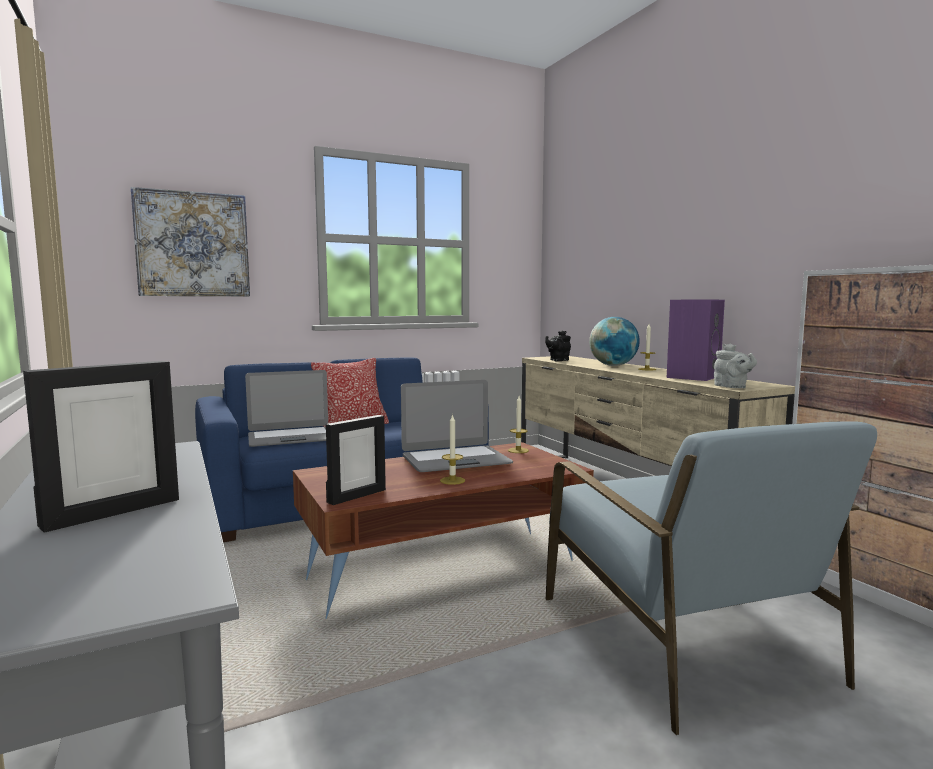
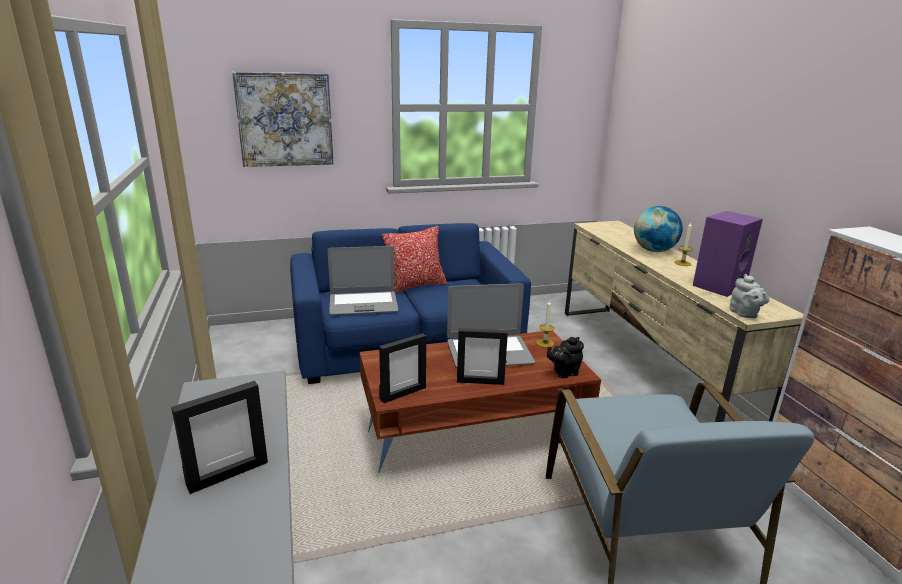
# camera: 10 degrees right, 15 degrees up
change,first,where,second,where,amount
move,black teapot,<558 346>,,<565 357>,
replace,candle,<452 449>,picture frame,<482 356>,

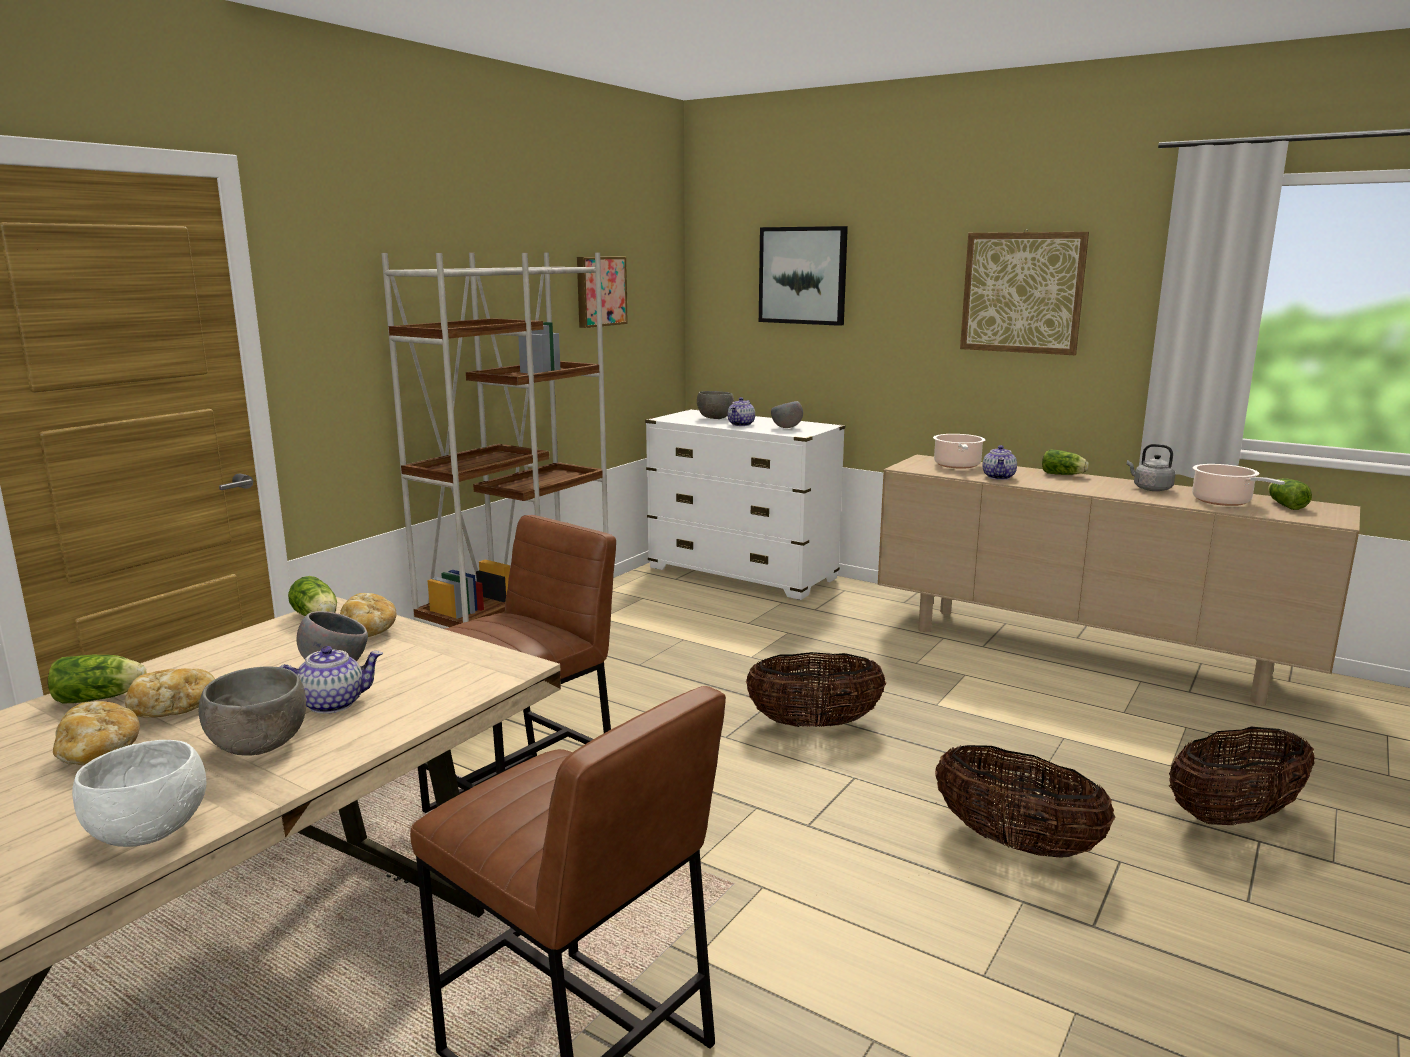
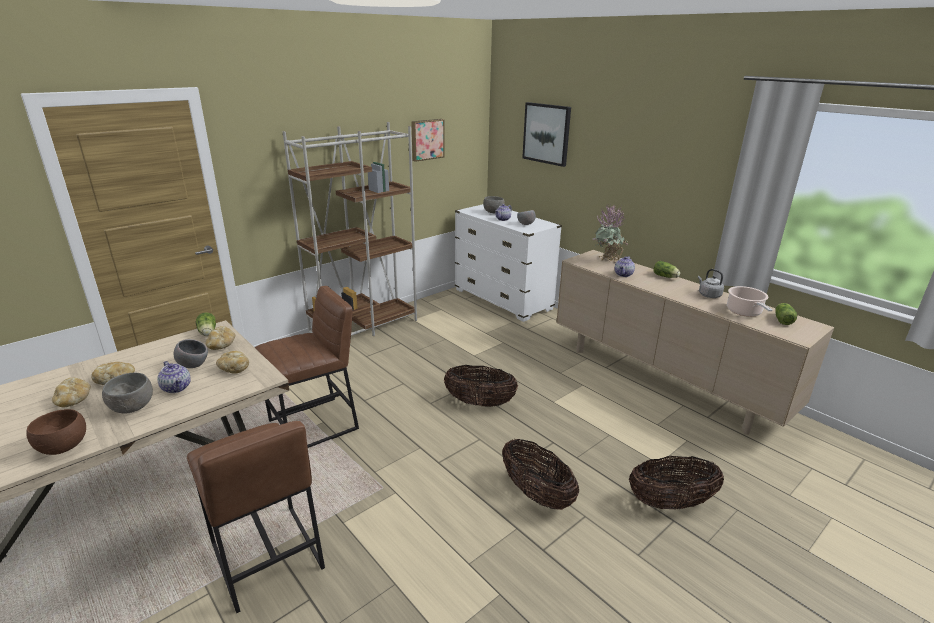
# camera: 15 degrees right, 10 degrees up
change,first,where,second,where,amount
delete,picture,<1024 292>,,,
replace,cooking pot,<959 451>,potted plant,<610 233>,
rotate,teapot,<331 680>,,<174 377>,60 degrees clockwise
delete,lettuce,<97 679>,,,
recolor,white bowl,<139 793>,brown bowl,<56 432>,
insert,,,bread,<232 362>,

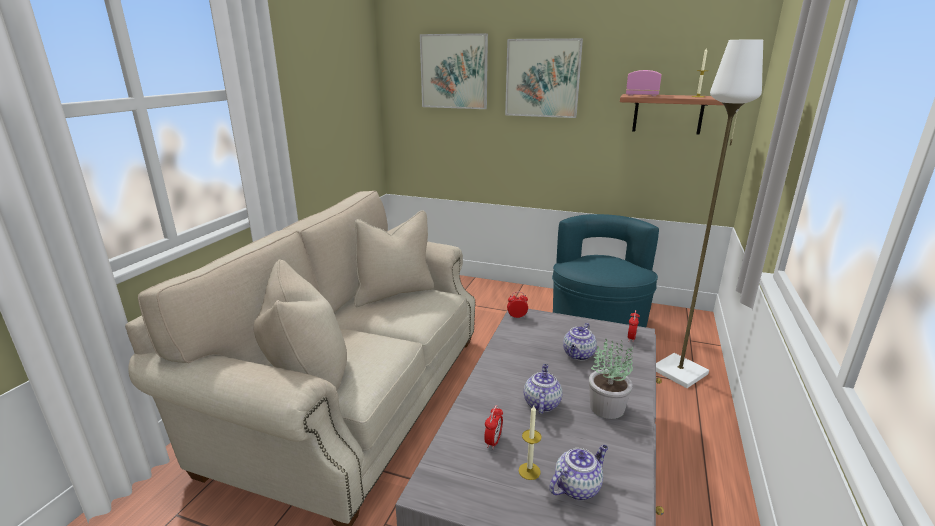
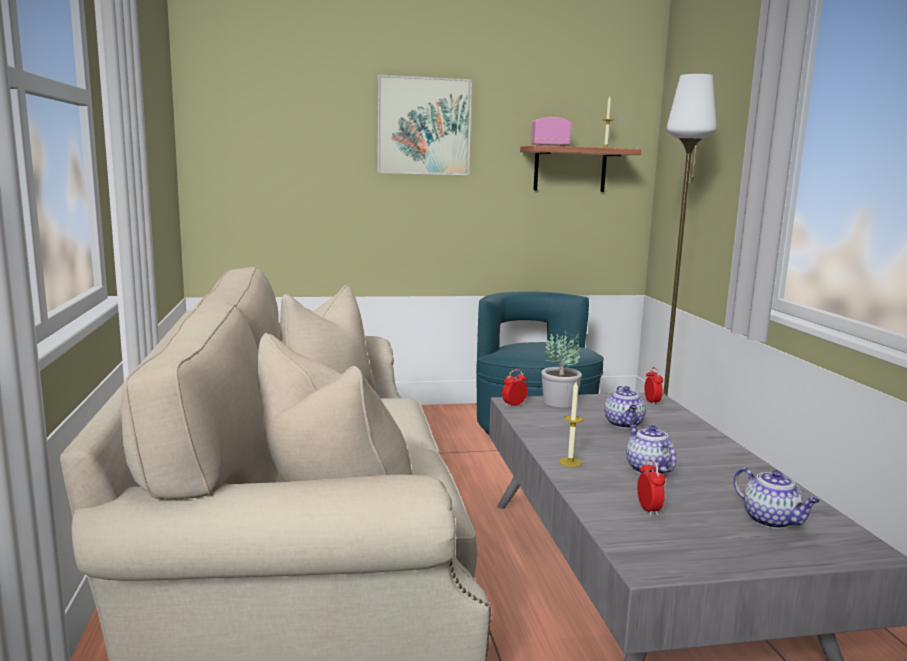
# camera: 30 degrees left, 10 degrees down
change,first,where,second,where,amount
delete,picture,<454 71>,,,
move,potted plant,<611 378>,,<561 369>,
move,candle,<530 442>,,<571 424>,
rotate,teapot,<578 472>,,<776 498>,120 degrees clockwise

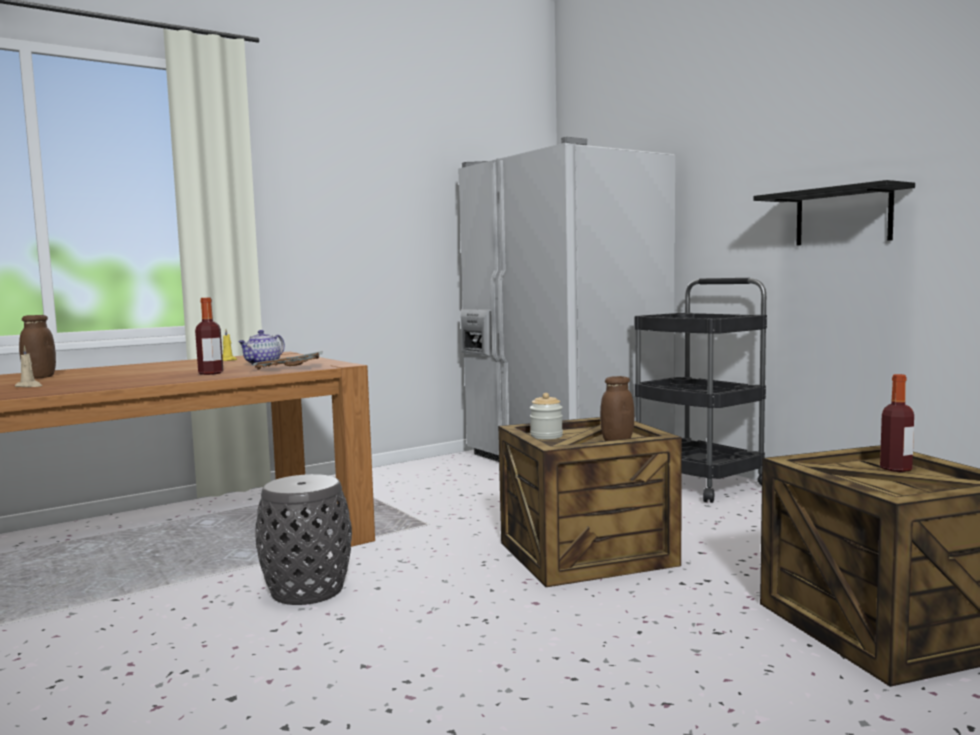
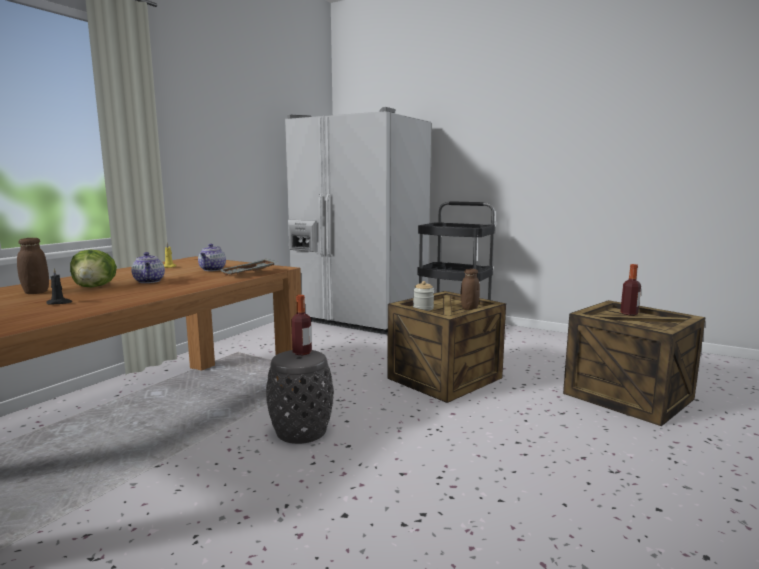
# camera: 25 degrees left, 5 degrees up
change,first,where,second,where,amount
delete,black shelf,<834 213>,,,
move,bottle,<209 336>,,<301 325>,
recolor,beige candle,<28 366>,black candle,<59 286>,
insert,,,lettuce,<93 268>,
insert,,,teapot,<148 267>,

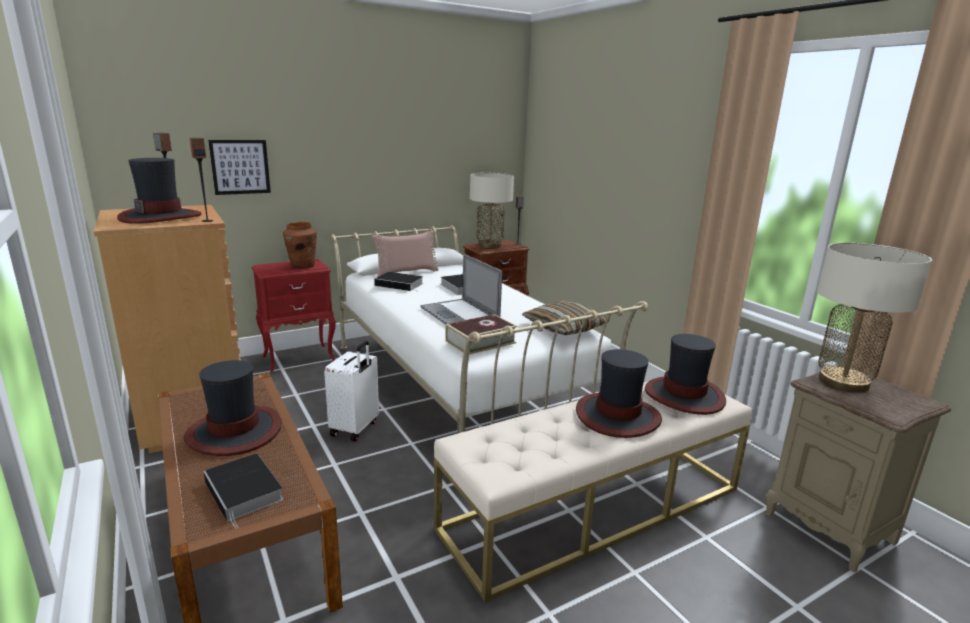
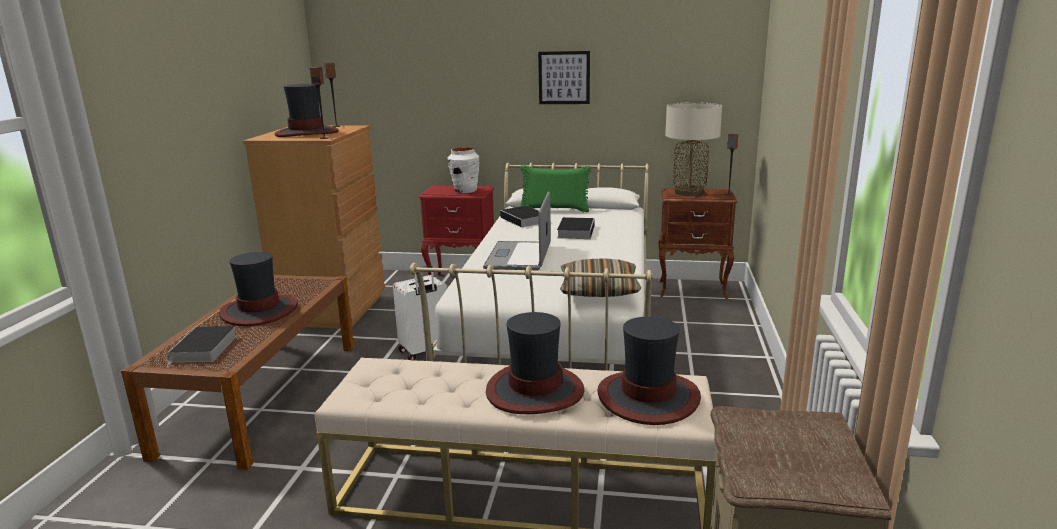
# camera: 40 degrees right, 0 degrees up
change,first,where,second,where,amount
move,picture,<239 167>,,<564 77>,
recolor,brown vase,<300 245>,white vase,<463 170>,
recolor,beige pillow,<405 253>,green pillow,<555 189>,
delete,table lamp,<874 318>,,,
delete,book,<481 334>,,,

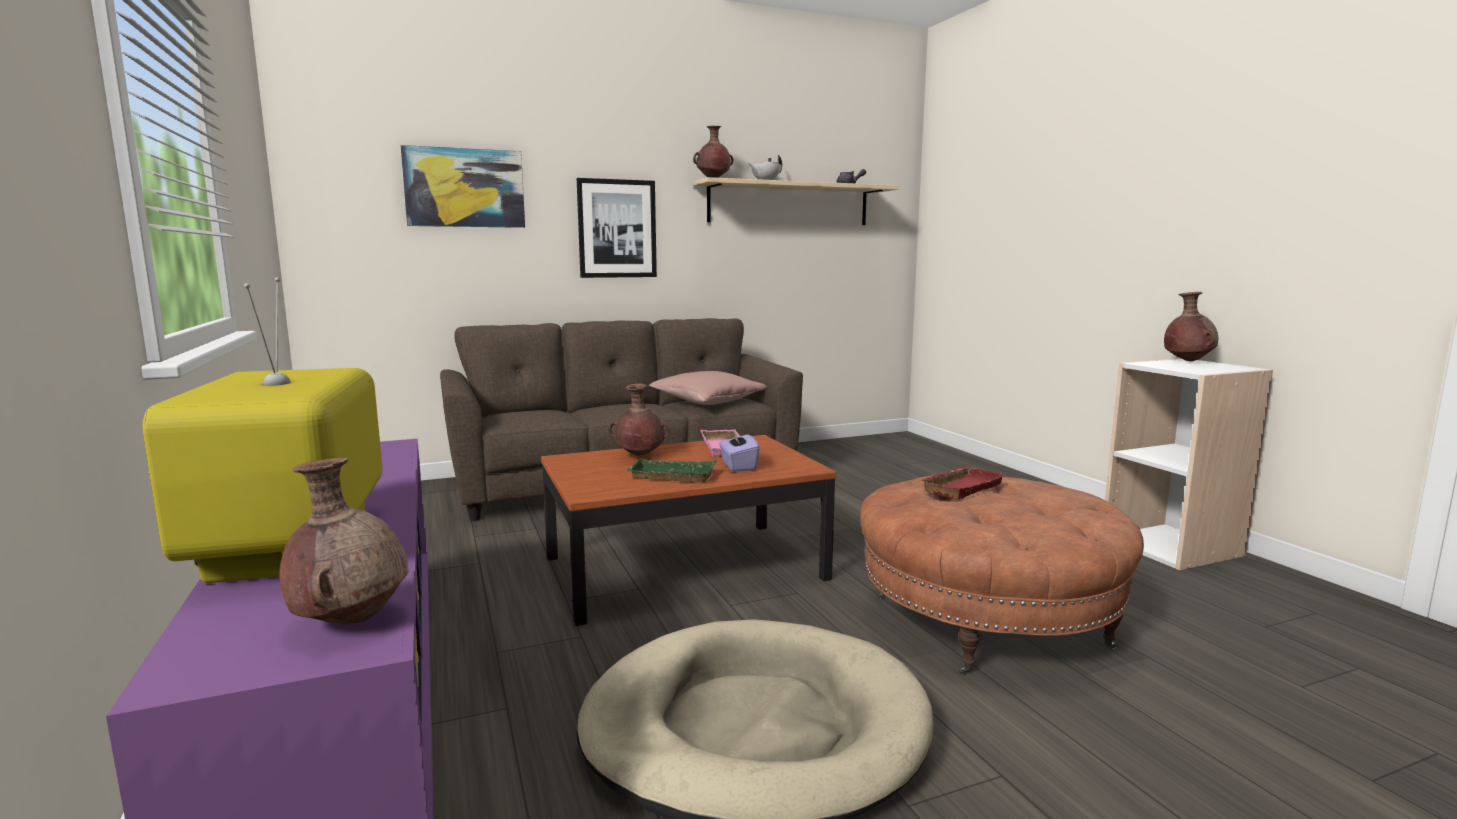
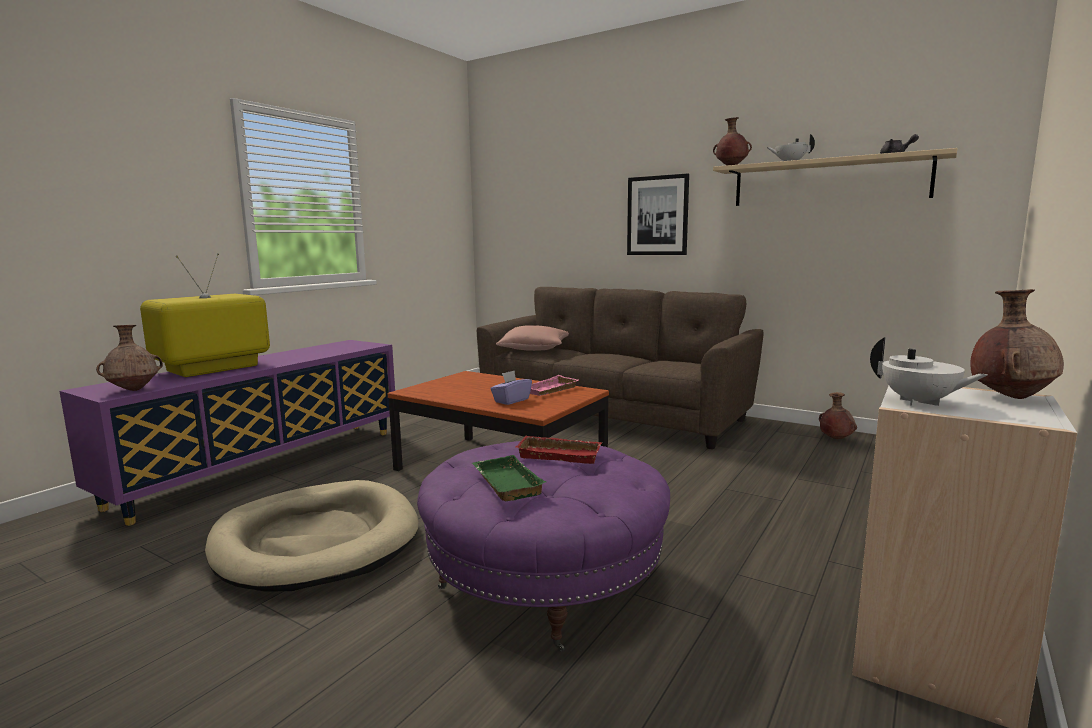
# camera: 55 degrees right, 0 degrees up
change,first,where,second,where,amount
delete,picture,<462 186>,,,
move,pink pillow,<708 388>,,<532 338>,
move,brown vase,<639 419>,,<838 415>,
move,green tray,<671 470>,,<509 478>,
recolor,brown ottoman,<1002 575>,purple ottoman,<543 546>,
insert,,,white teapot,<929 371>,

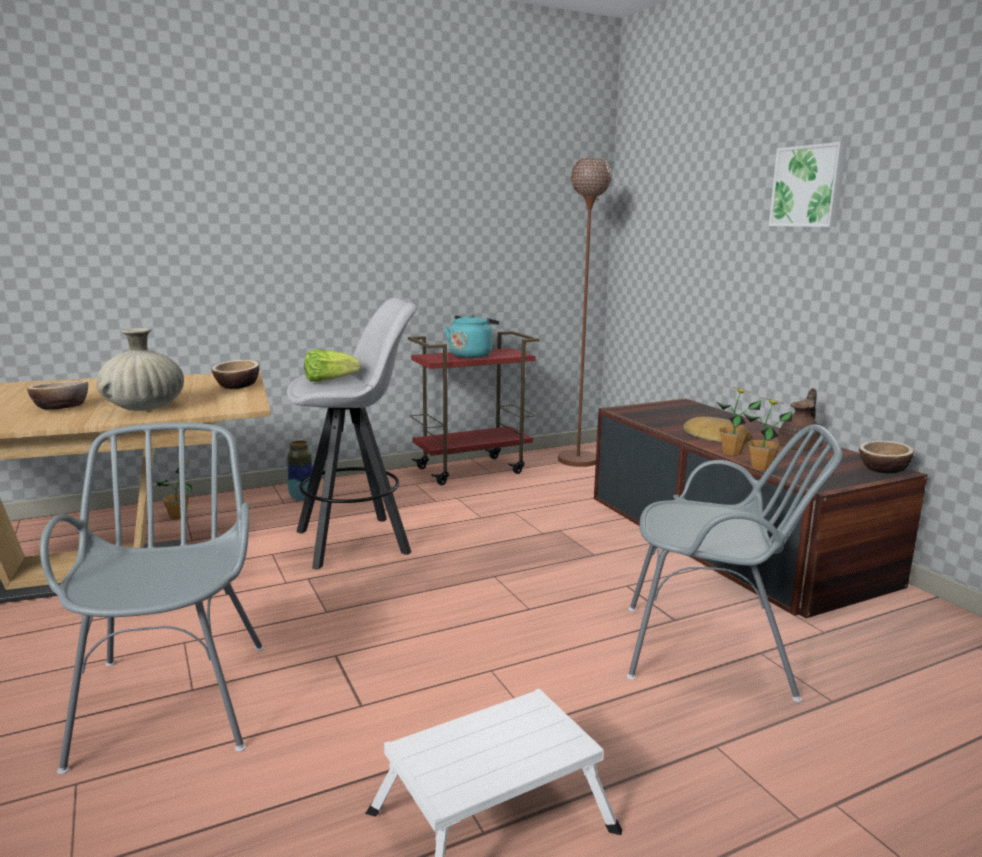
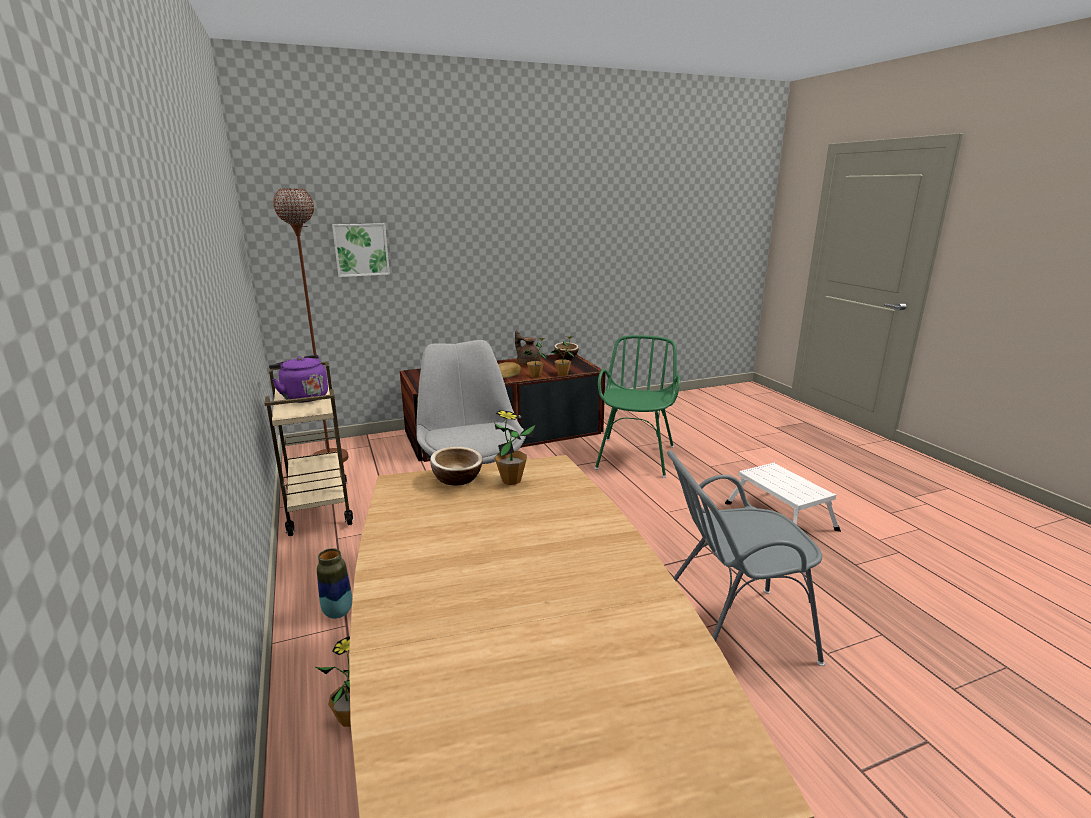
# camera: 85 degrees left, 5 degrees up
change,first,where,second,where,amount
move,picture,<808 184>,,<361 250>,
recolor,turquoise kettle,<471 336>,purple kettle,<298 379>,
delete,beige vase,<140 369>,,,
recolor,red cart,<474 408>,beige cart,<309 448>,
delete,lettuce,<332 365>,,,
delete,bowl,<57 395>,,,
recolor,grey chair,<735 563>,green chair,<637 406>,
insert,,,potted plant,<514 447>,

